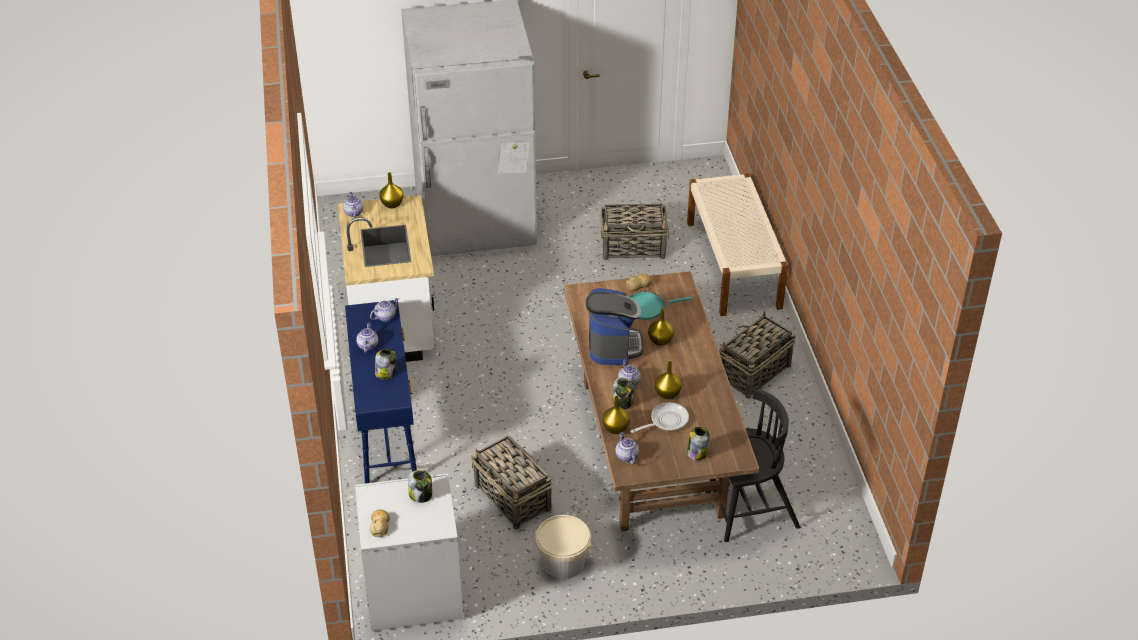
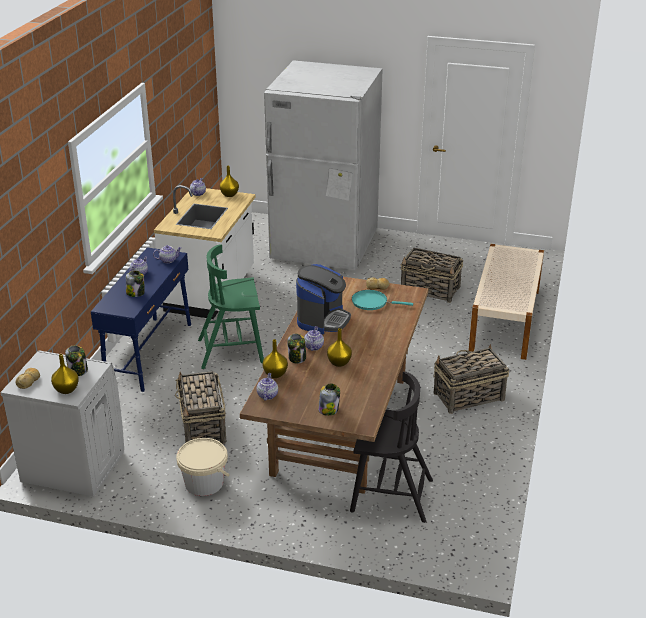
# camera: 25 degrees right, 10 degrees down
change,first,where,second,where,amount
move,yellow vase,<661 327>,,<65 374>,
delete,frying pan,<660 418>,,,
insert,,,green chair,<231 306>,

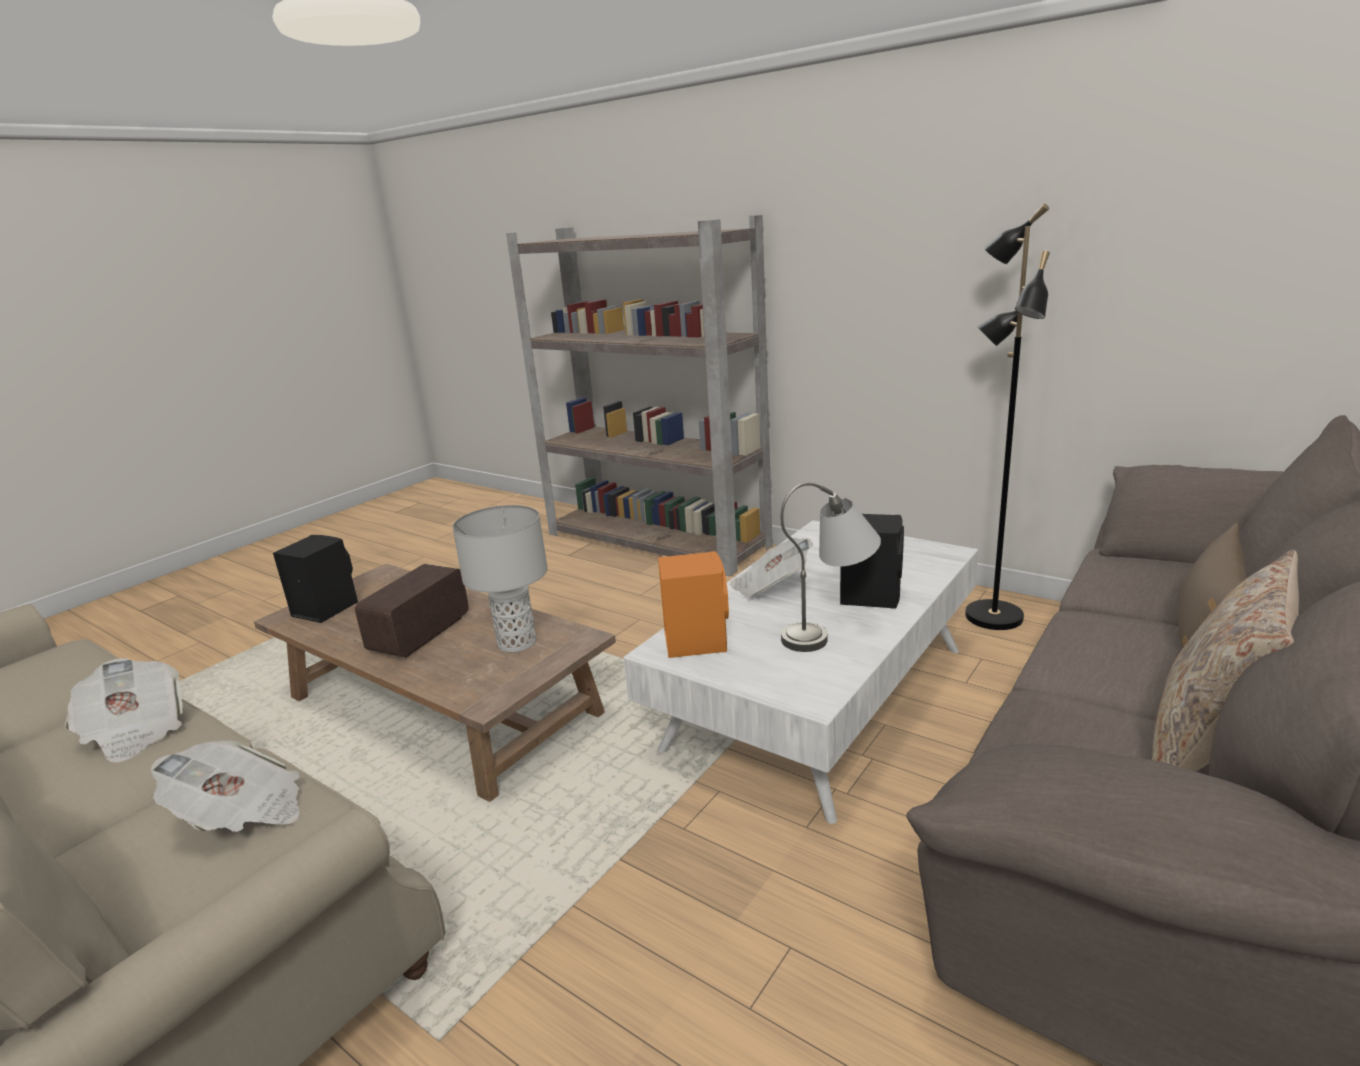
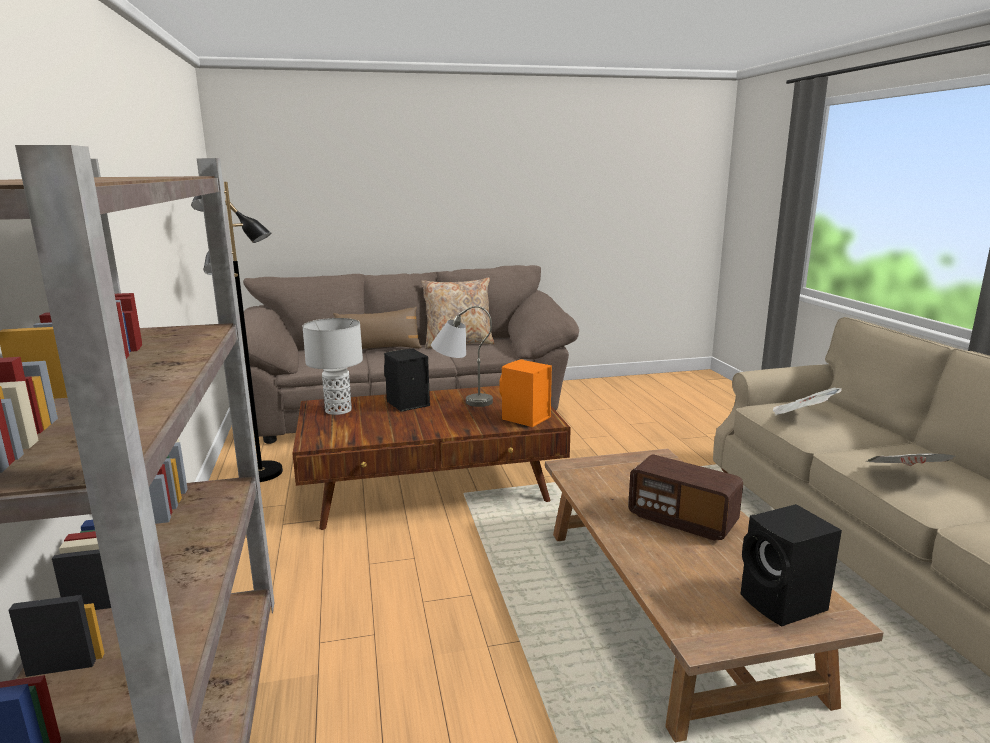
# camera: 140 degrees left, 5 degrees down
change,first,where,second,where,amount
move,white table lamp,<500 578>,,<333 366>,
recolor,white coffee table,<800 672>,brown coffee table,<431 458>,
delete,newspaper,<771 567>,,,
rotate,radio,<412 611>,,<685 498>,60 degrees clockwise

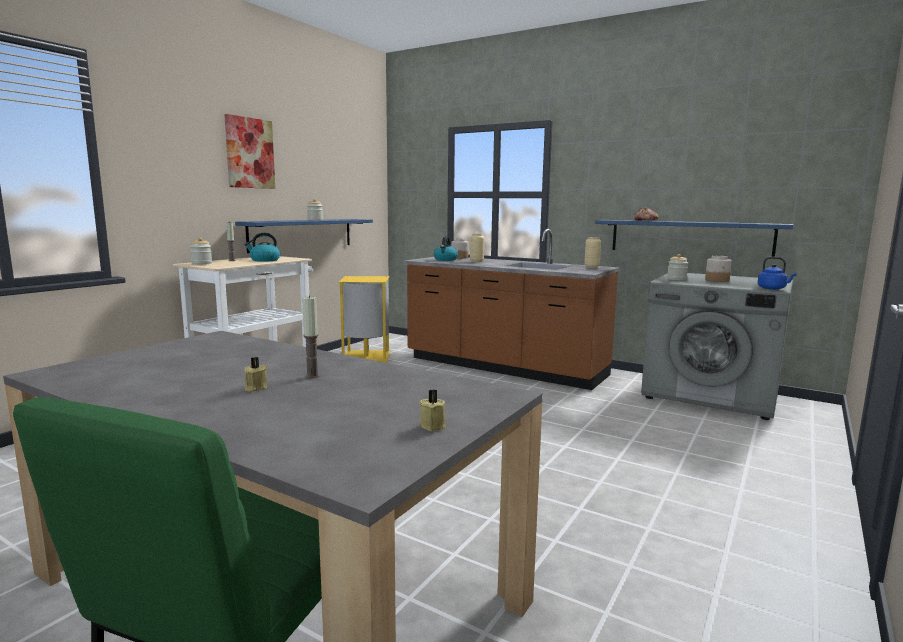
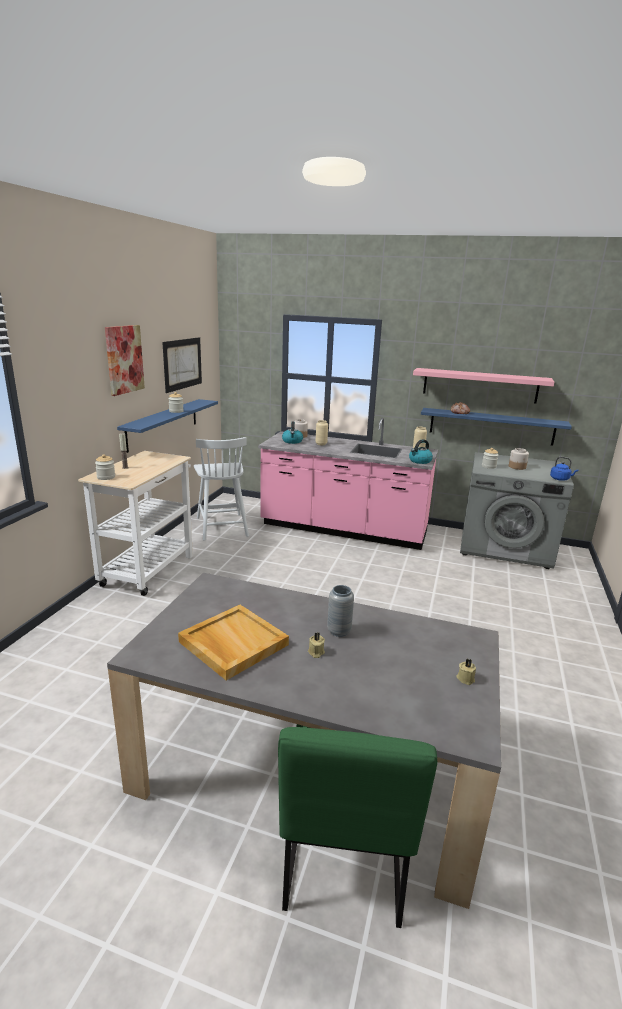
# camera: 15 degrees left, 10 degrees up
change,first,where,second,where,amount
recolor,brown counter,<512 309>,pink counter,<348 484>,
move,kettle,<262 247>,,<421 451>,
replace,yellow trash can,<364 319>,white chair,<221 489>,
replace,candle,<311 337>,grey vase,<340 611>,
insert,,,picture,<182 365>,
insert,,,pink shelf,<483 385>,
insert,,,beige tray,<233 642>,

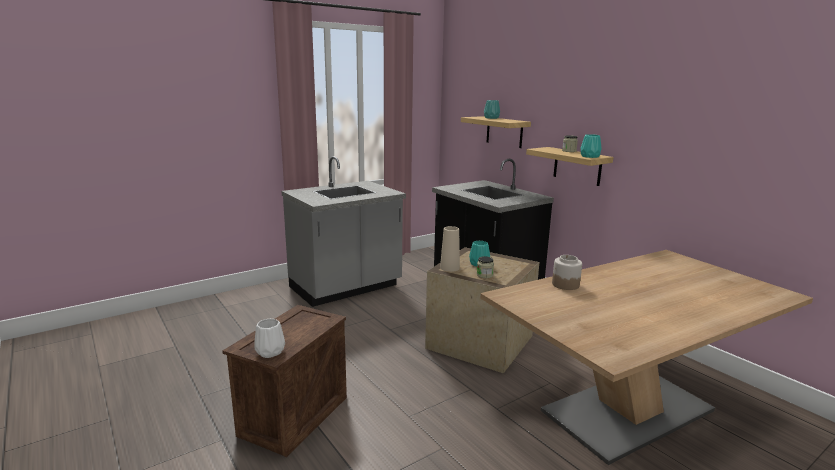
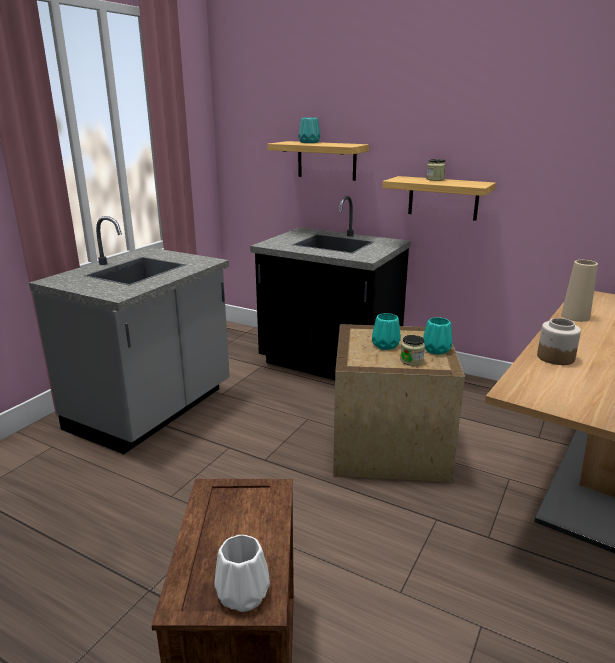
# camera: 25 degrees left, 5 degrees up
change,first,where,second,where,amount
move,turquoise vase,<591 146>,,<437 336>,
move,beige vase,<450 249>,,<579 291>,

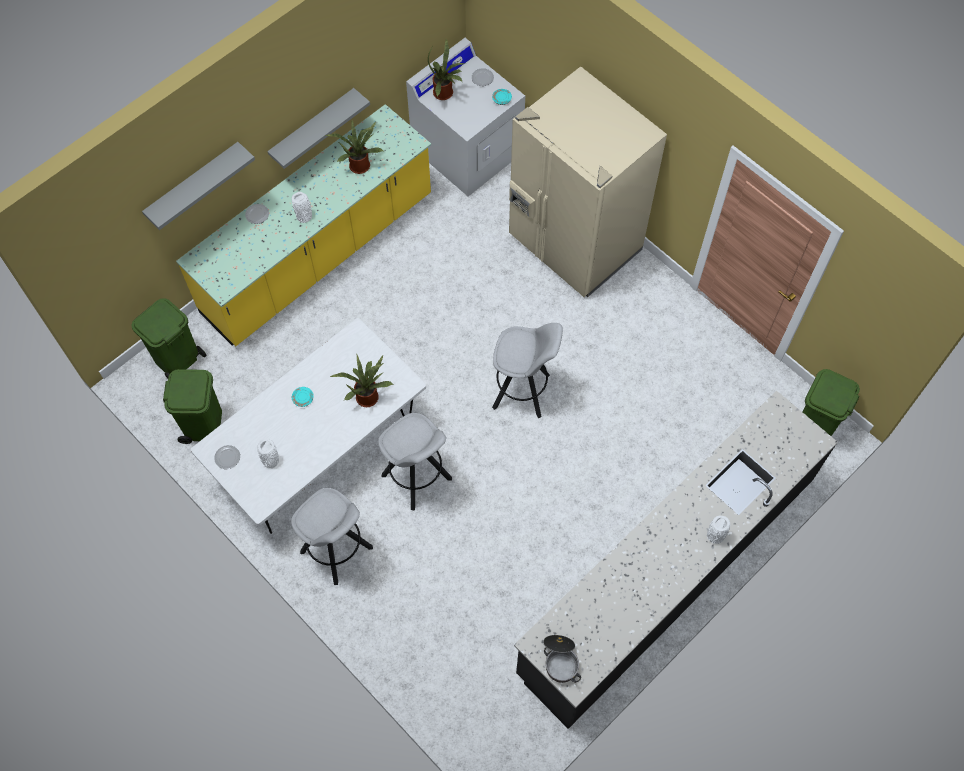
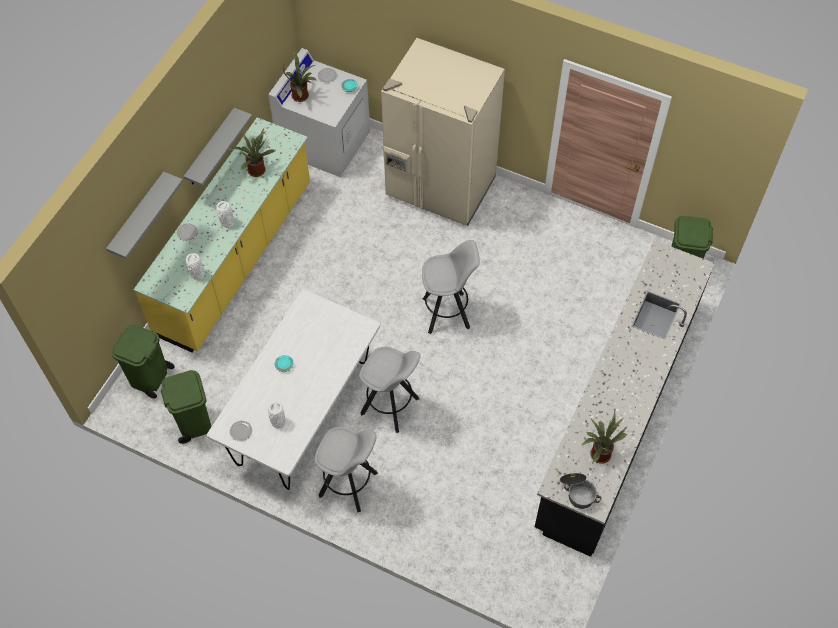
# camera: 20 degrees left, 5 degrees down
change,first,where,second,where,amount
move,potted plant,<361 380>,,<605 437>,
move,white vase,<718 530>,,<195 266>,

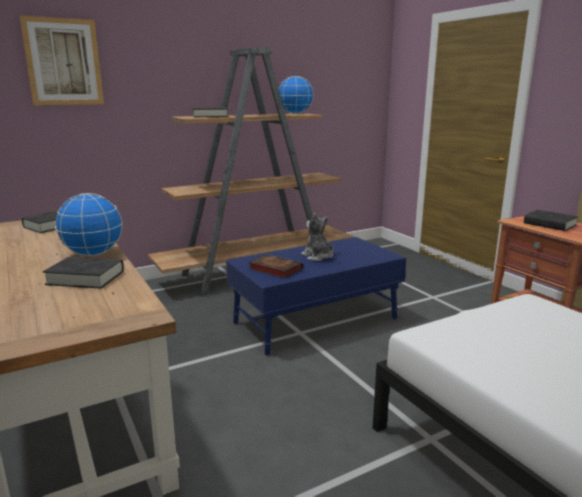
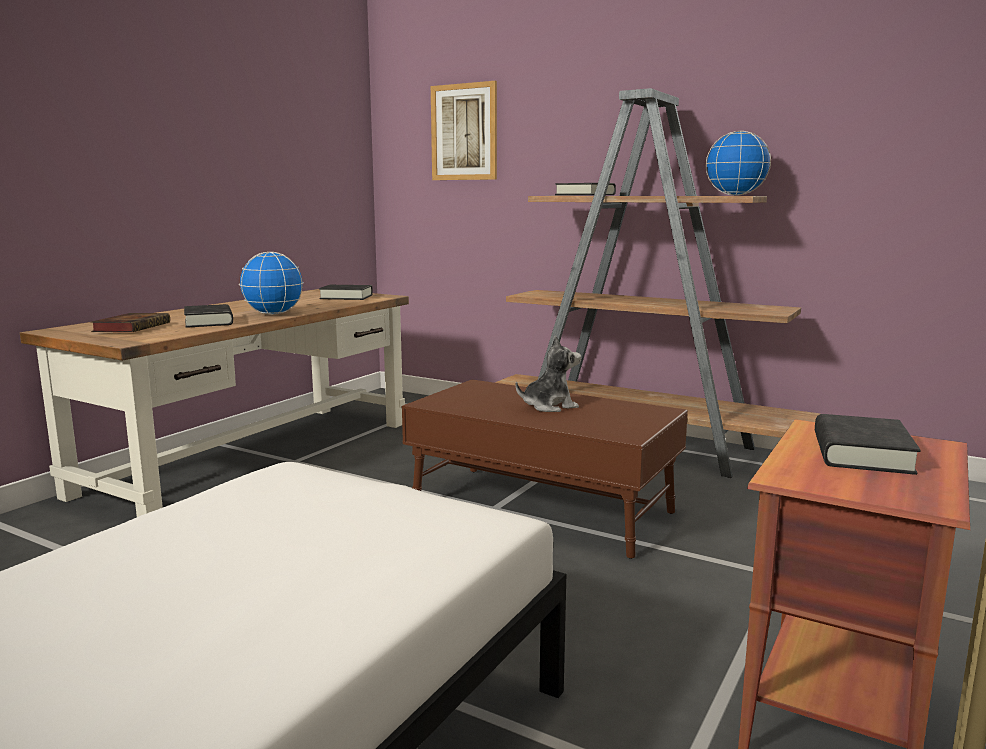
# camera: 60 degrees right, 5 degrees down
change,first,where,second,where,amount
rotate,plush toy,<317 237>,,<548 374>,45 degrees clockwise
recolor,blue coffee table,<316 296>,brown coffee table,<545 469>,
move,book,<275 266>,,<130 322>,

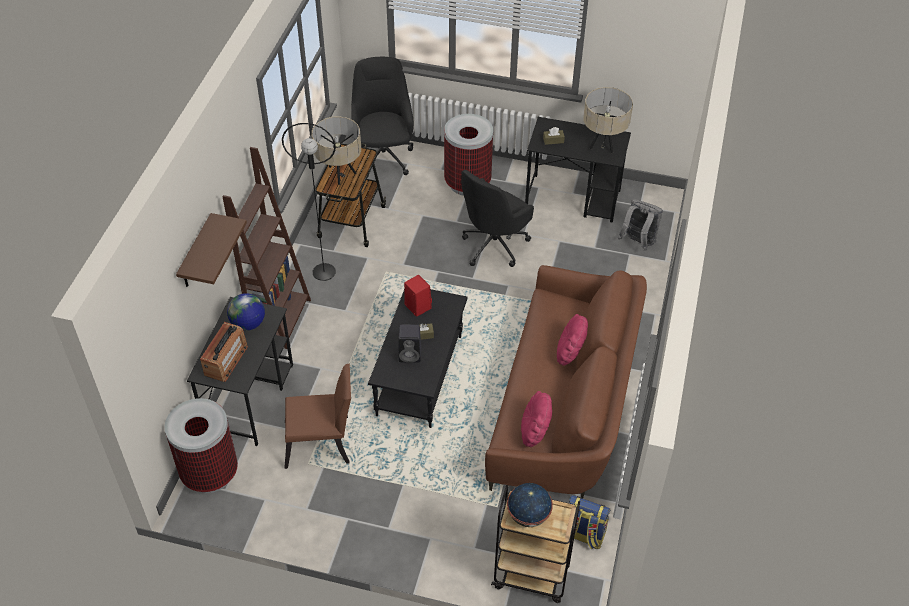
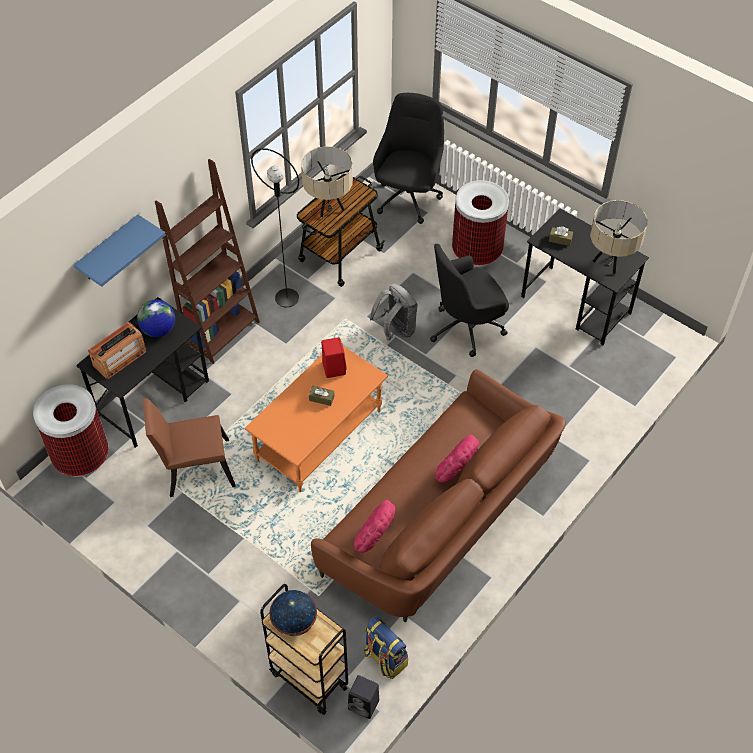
# camera: 25 degrees right, 5 degrees up
change,first,where,second,where,amount
move,grey backpack,<640 225>,,<394 312>,
recolor,brown shelf,<211 250>,blue shelf,<120 250>,
recolor,black coffee table,<418 358>,orange coffee table,<316 419>,
move,black speaker,<410 344>,,<363 697>,
rotate,brown chair,<318 416>,,<189 447>,150 degrees clockwise

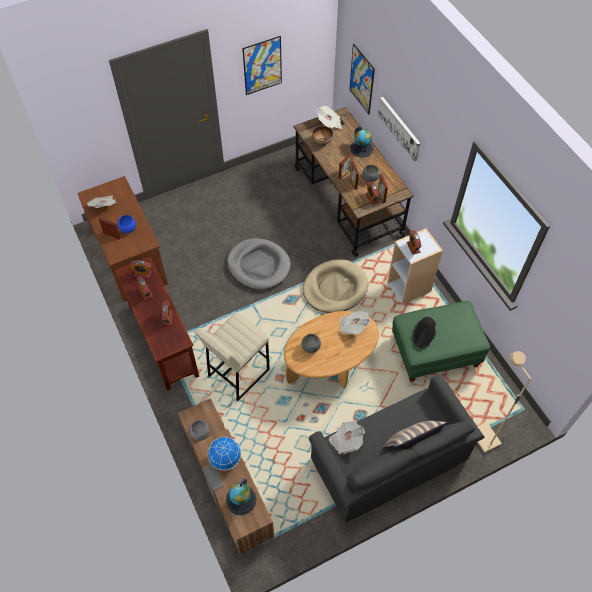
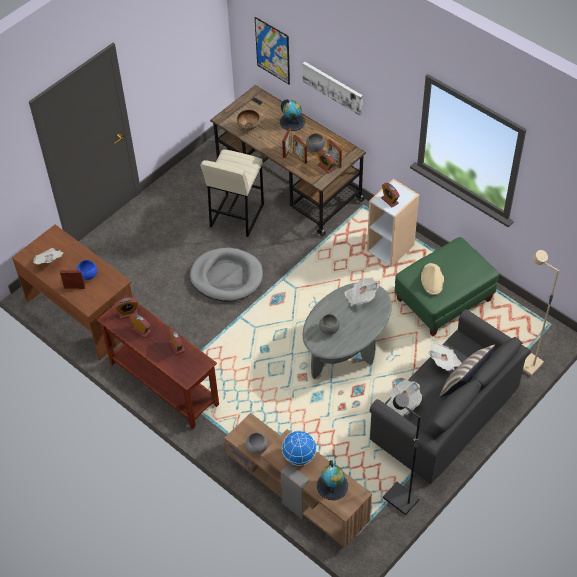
# camera: 20 degrees left, 5 degrees down
change,first,where,second,where,amount
delete,picture,<262 65>,,,
move,newspaper,<329 117>,,<444 357>,
delete,beige dog bed,<335 286>,,,
recolor,brown coffee table,<331 350>,grey coffee table,<347 331>,
move,beige stool,<232 356>,,<232 193>,
recolor,black hat,<424 332>,beige hat,<432 279>,
insert,,,black floor lamp,<402 454>,

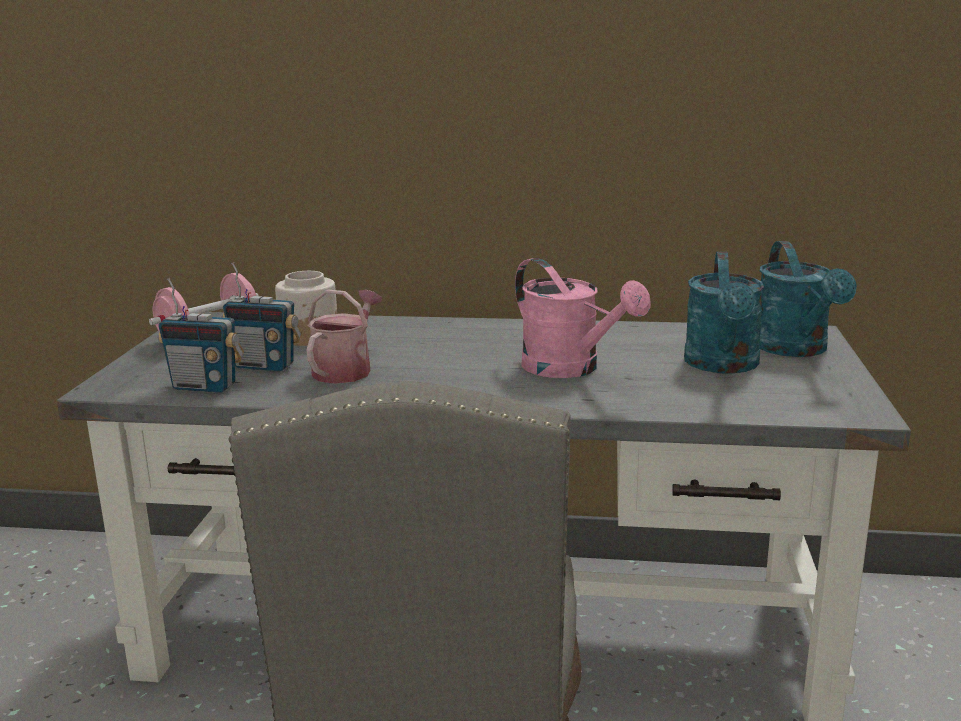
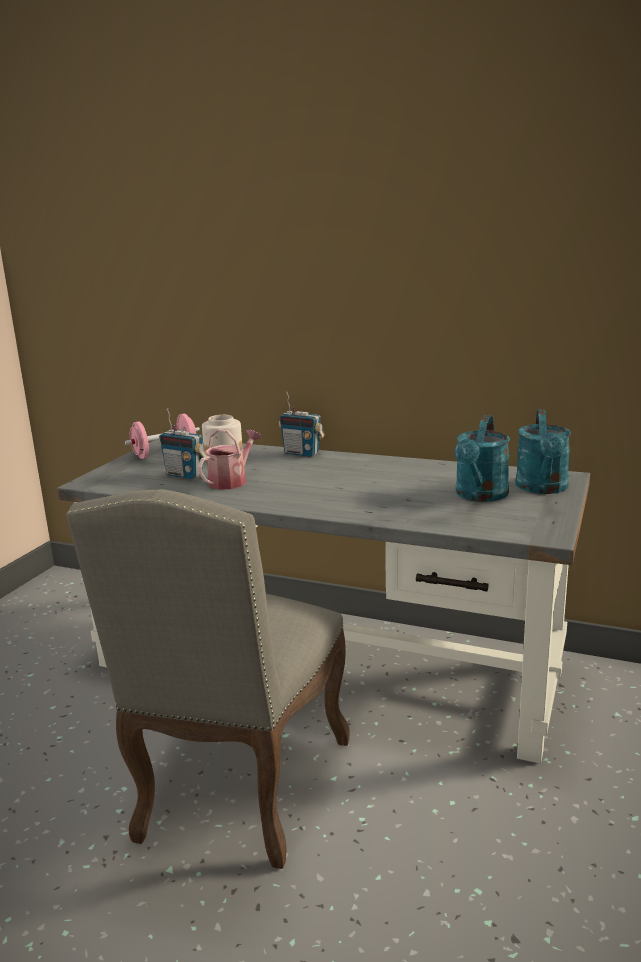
# camera: 15 degrees right, 0 degrees up
change,first,where,second,where,amount
delete,pink watering can,<583 318>,,,
move,radio,<201 335>,,<301 424>,

